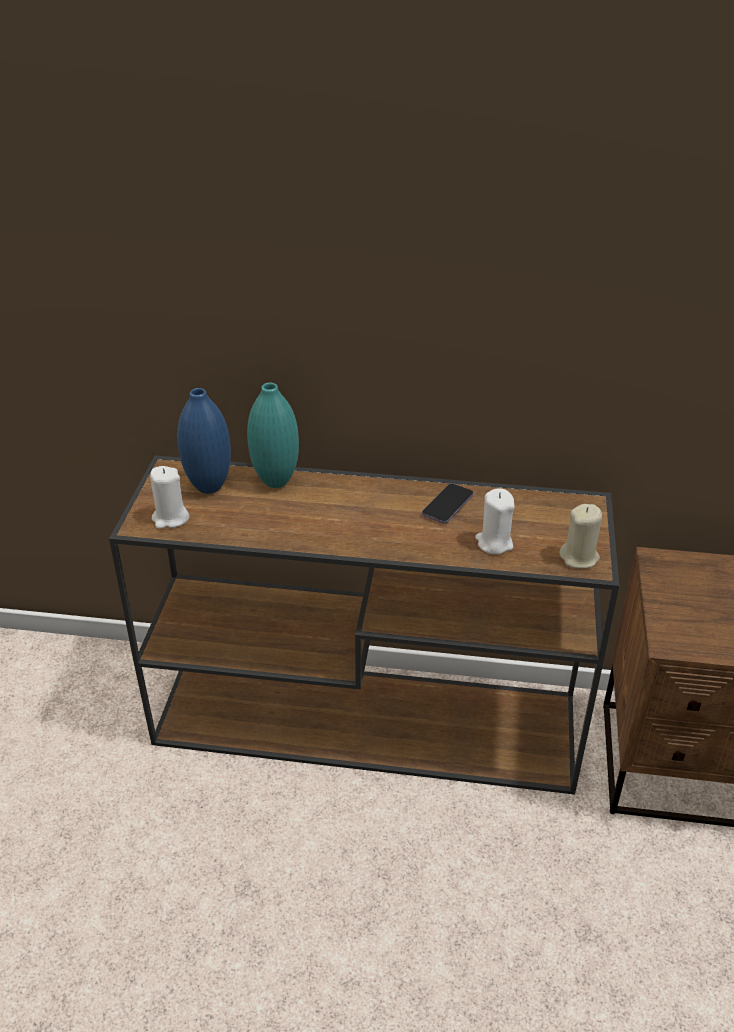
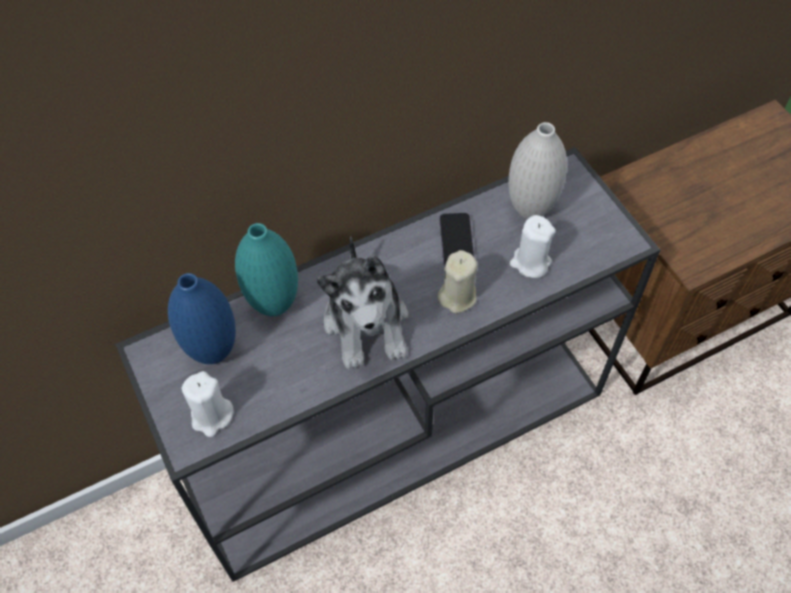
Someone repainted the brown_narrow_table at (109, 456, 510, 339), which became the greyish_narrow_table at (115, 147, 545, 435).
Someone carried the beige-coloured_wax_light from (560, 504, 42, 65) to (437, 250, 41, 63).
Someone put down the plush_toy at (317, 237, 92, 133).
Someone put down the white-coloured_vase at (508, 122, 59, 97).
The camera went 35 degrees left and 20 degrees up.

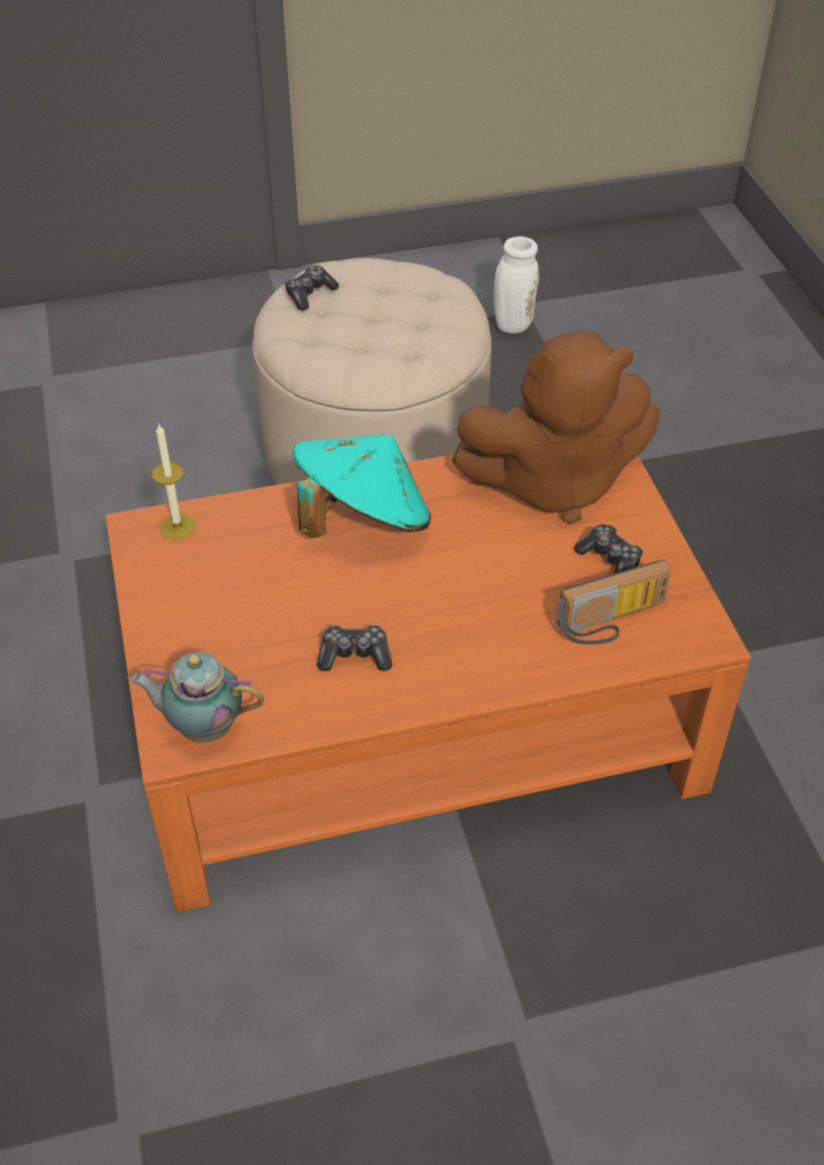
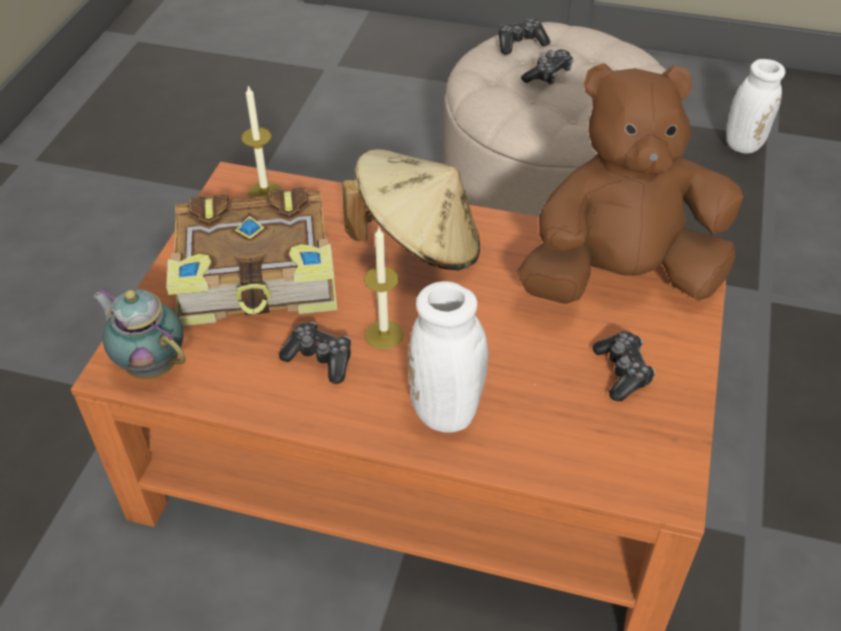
Someone repainted the turquoise-coloured_wearable_hat at (292, 434, 139, 103), which became the beige-coloured_wearable_hat at (342, 149, 138, 122).
Someone rotated the brown_plush_toy at (452, 332, 208, 192) by 150 degrees clockwise.
Someone took away the radio_set at (557, 560, 114, 84).
Someone put down the book at (166, 188, 171, 138).
Someone put down the wax_light at (364, 227, 40, 122).
Someone put down the white-coloured_vase at (408, 281, 129, 152).
Someone put down the gamepad at (521, 50, 53, 35).
The camera went 30 degrees right and 0 degrees up.

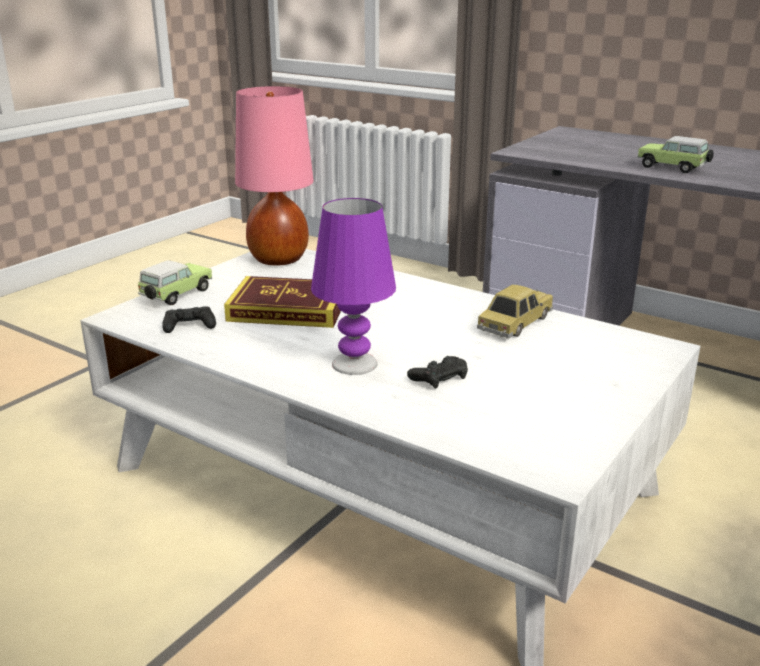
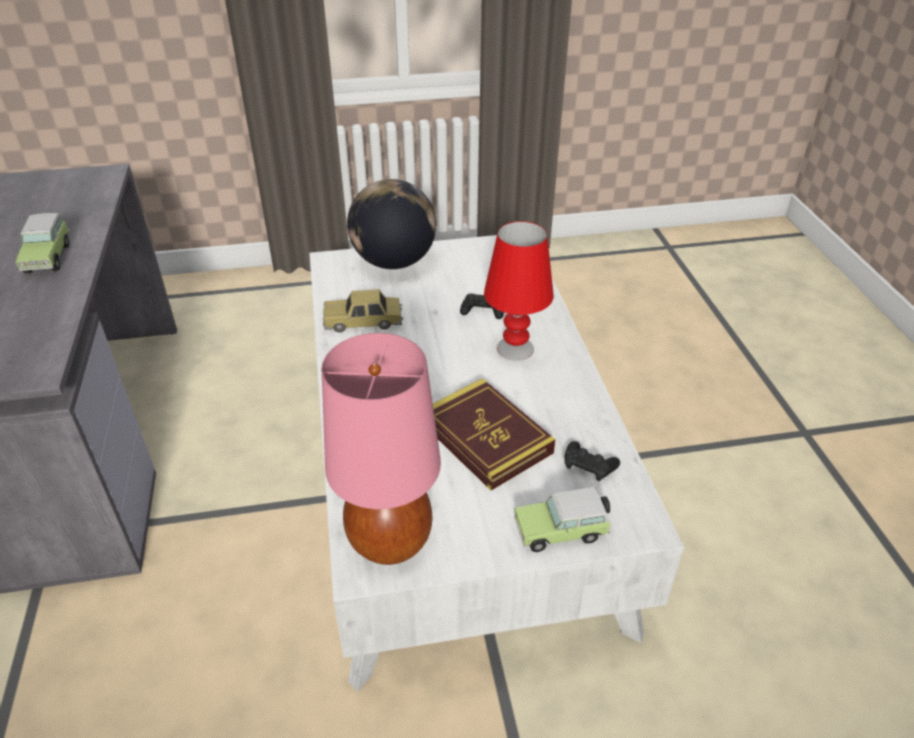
Someone repainted the purplish_lamp_for_a_table at (311, 198, 85, 177), which became the reddish_lamp_for_a_table at (484, 221, 70, 140).
Someone put down the globe at (347, 179, 89, 90).
The camera went 135 degrees left and 15 degrees up.

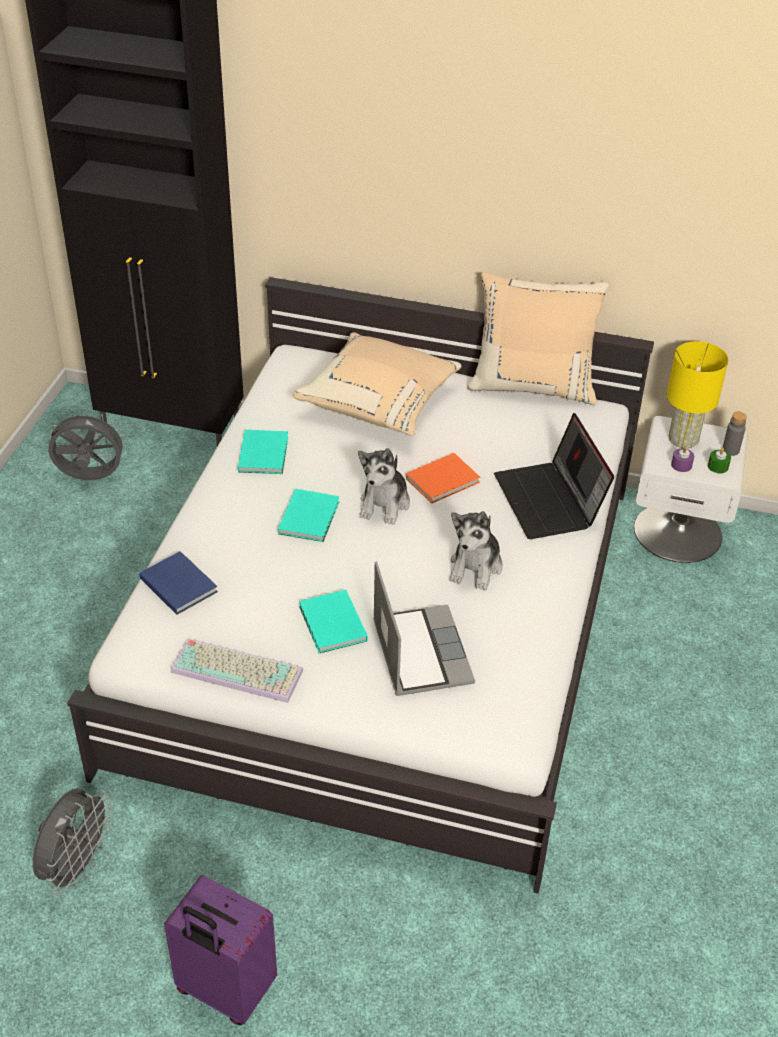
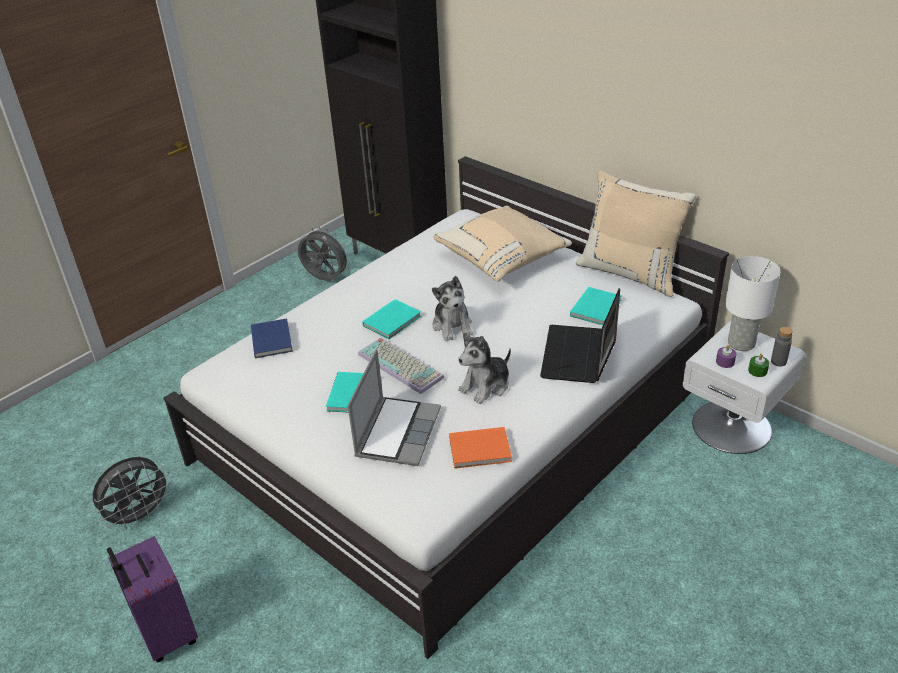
Someone carried the PC_keyboard from (171, 638, 132, 65) to (358, 338, 86, 56).
Someone carried the turquoise-coloured_book from (238, 430, 50, 44) to (570, 287, 52, 38).
Someone rotated the plush_toy at (358, 448, 52, 77) by 60 degrees counterclockwise.
Someone carried the orangey_book from (406, 453, 74, 51) to (449, 427, 63, 42).
Someone repainted the yellow_lamp_for_a_table at (667, 341, 61, 107), which became the white-coloured_lamp_for_a_table at (725, 256, 55, 95).
The camera went 30 degrees right and 5 degrees down.

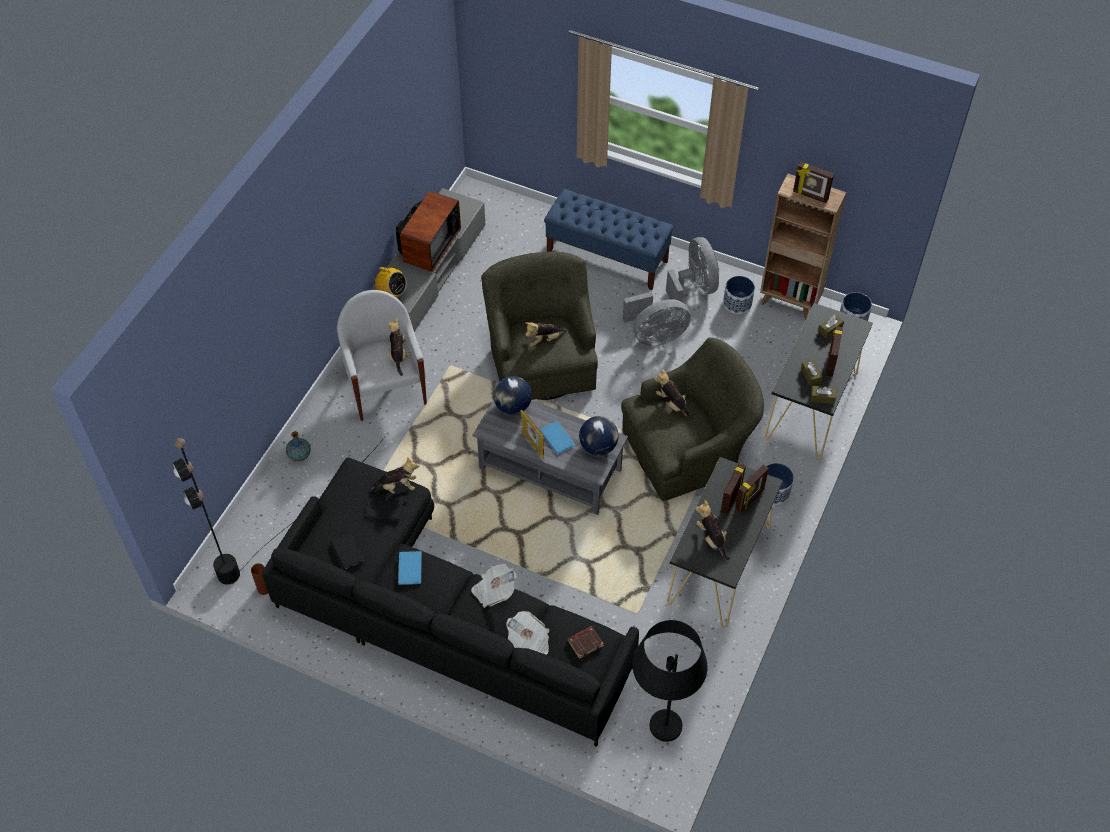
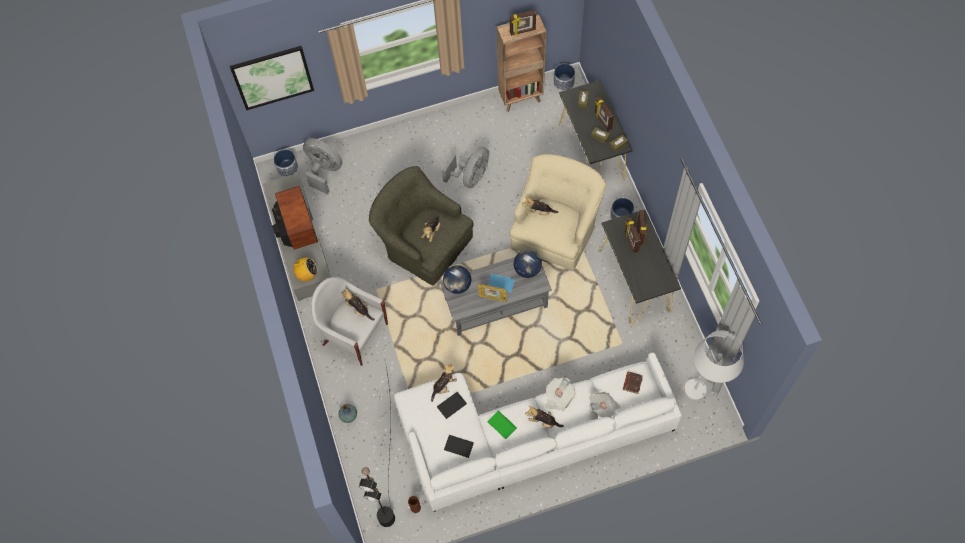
Someone repainted the black-coloured_couch at (262, 458, 377, 289), which became the white-coloured_couch at (394, 352, 288, 160).
Someone repainted the blue-coloured_book at (398, 551, 24, 34), which became the greenish_book at (488, 411, 29, 28).
Someone took away the blue-coloured_bench at (544, 189, 130, 101).
Someone repainted the greenish_lounge_chair at (621, 337, 143, 164), which became the beige-coloured_lounge_chair at (510, 154, 96, 116).
Someone repainted the black-coloured_floor_lamp at (632, 620, 76, 122), which became the white-coloured_floor_lamp at (684, 330, 60, 70).
Someone carried the greyish_electric_fan from (666, 237, 53, 73) to (303, 138, 39, 56).
Someone carried the plush_toy from (695, 500, 35, 60) to (525, 406, 39, 22).
Someone carried the plant_pot from (723, 276, 32, 38) to (274, 149, 24, 28).
Someone put up the wall_art at (230, 46, 84, 64).
The camera went 40 degrees left and 10 degrees up.

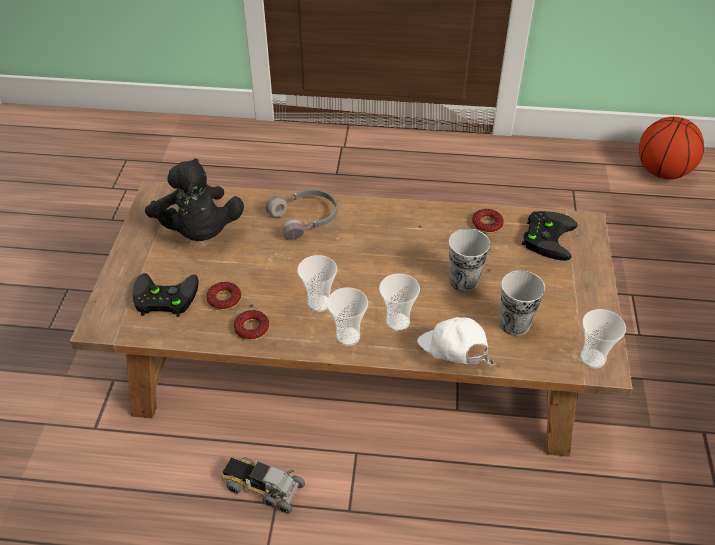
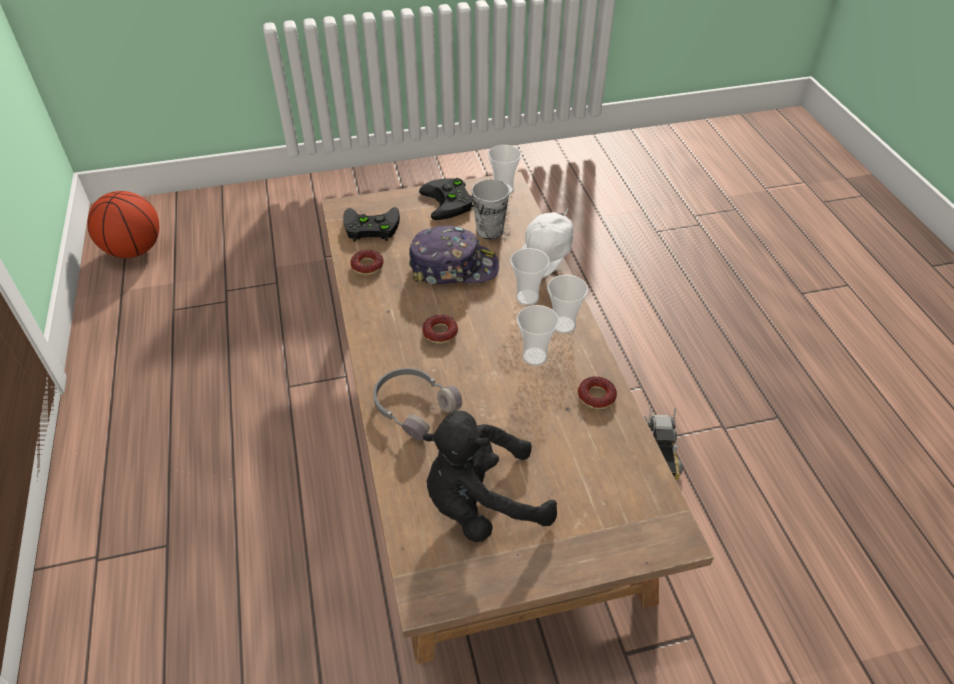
Someone carried the black-coloured_gamepad from (133, 273, 65, 44) to (419, 178, 55, 42).
Someone rotated the black-coloured_plush_toy at (145, 158, 99, 83) by 150 degrees counterclockwise.
Someone carried the doughnut from (206, 282, 35, 29) to (422, 315, 36, 29).
Someone swapped the cup at (449, 229, 41, 63) for the cap at (409, 226, 90, 58).
The camera went 110 degrees left and 0 degrees up.

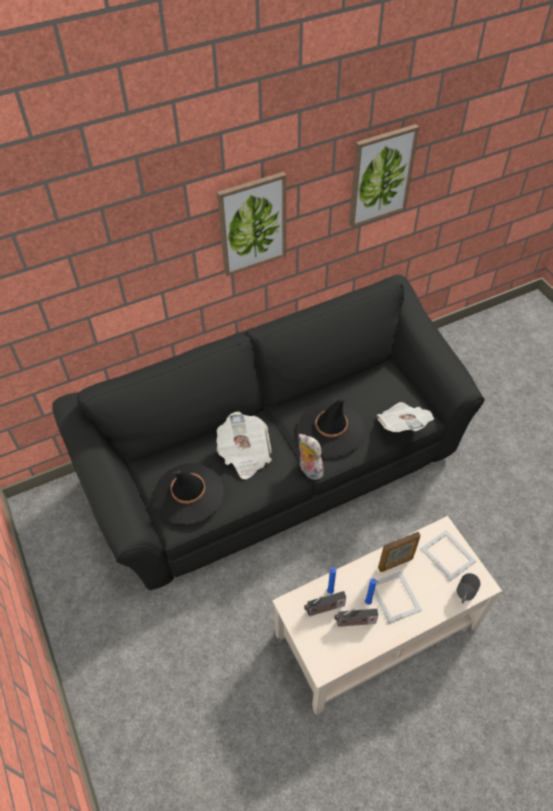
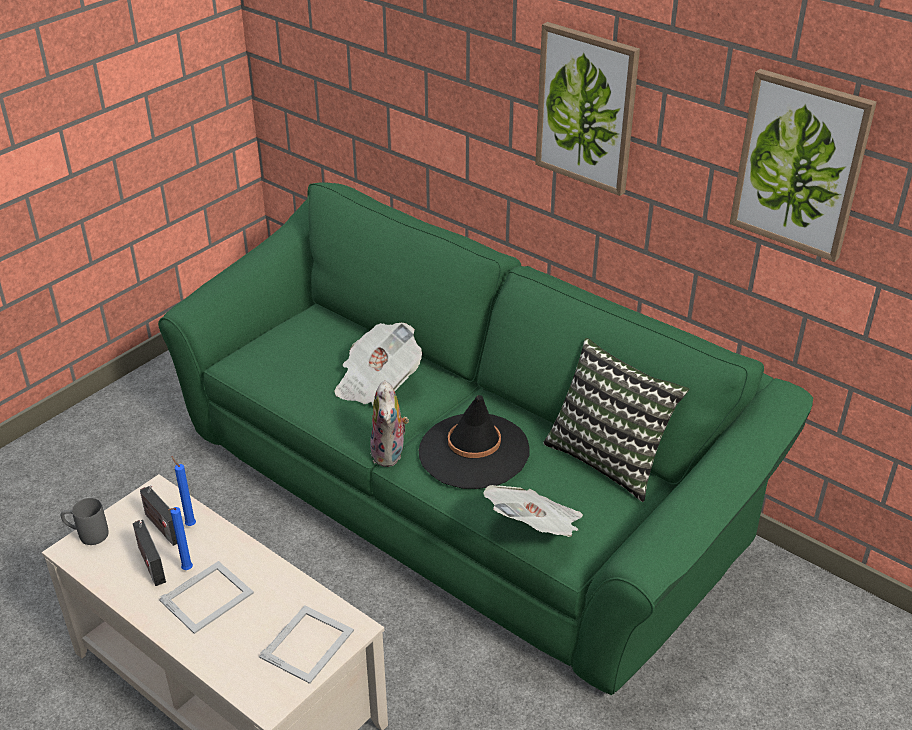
Someone repainted the black-coloured_couch at (52, 275, 433, 315), which became the greenish_couch at (158, 182, 655, 513).
Someone took away the black-coloured_wearable_hat at (153, 463, 71, 61).
Someone rotated the plush_toy at (298, 434, 28, 46) by 150 degrees clockwise.
Someone took away the picture_frame at (378, 532, 43, 40).
Someone carried the greyish_tea_mug from (457, 573, 24, 30) to (61, 498, 48, 47).
Someone put down the pillow at (543, 338, 146, 164).
The camera went 65 degrees right and 15 degrees down.

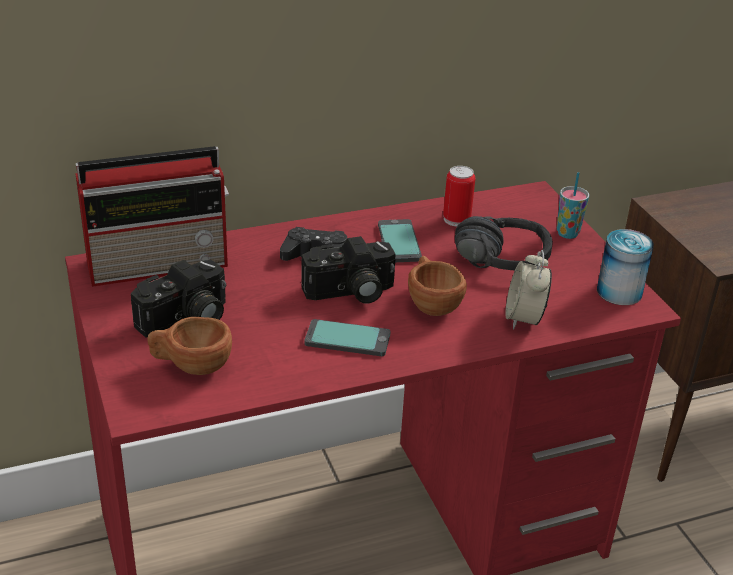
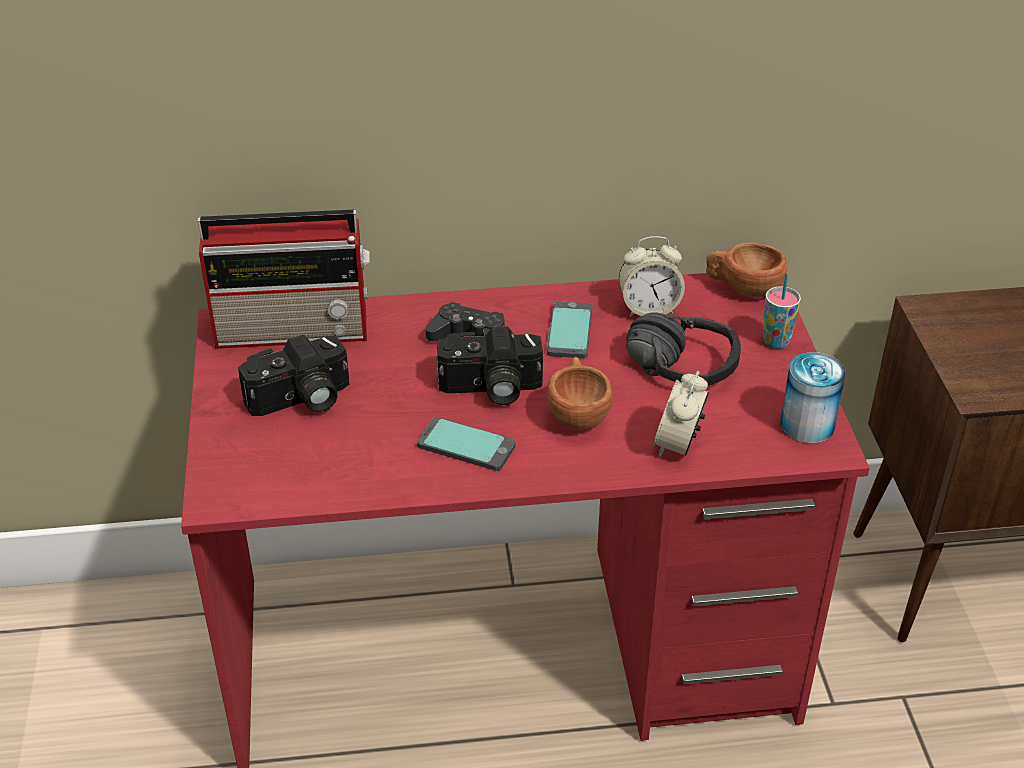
Someone carried the brown_cup from (148, 317, 84, 58) to (706, 242, 81, 56).
Someone swapped the sealed_can at (443, 166, 32, 61) for the alarm_clock at (619, 236, 66, 81).
The camera went 15 degrees right and 5 degrees up.

